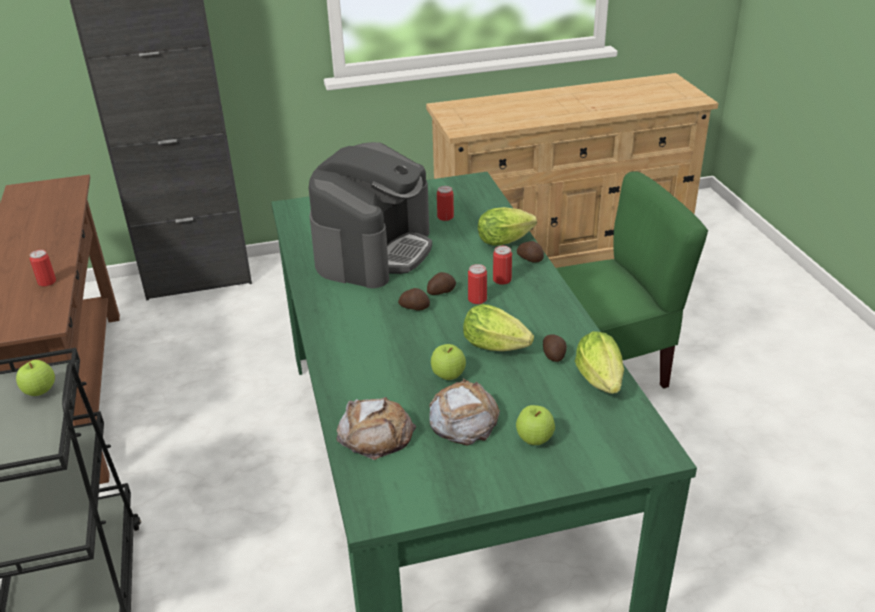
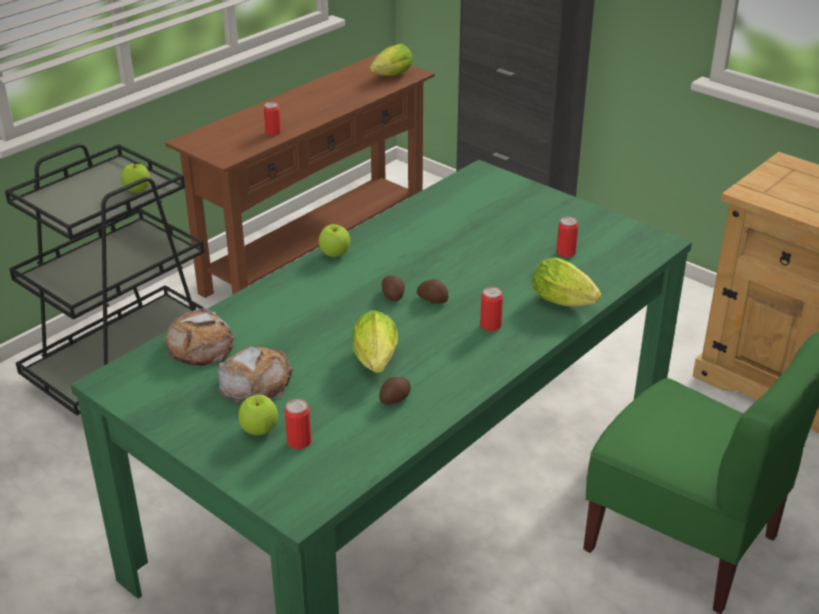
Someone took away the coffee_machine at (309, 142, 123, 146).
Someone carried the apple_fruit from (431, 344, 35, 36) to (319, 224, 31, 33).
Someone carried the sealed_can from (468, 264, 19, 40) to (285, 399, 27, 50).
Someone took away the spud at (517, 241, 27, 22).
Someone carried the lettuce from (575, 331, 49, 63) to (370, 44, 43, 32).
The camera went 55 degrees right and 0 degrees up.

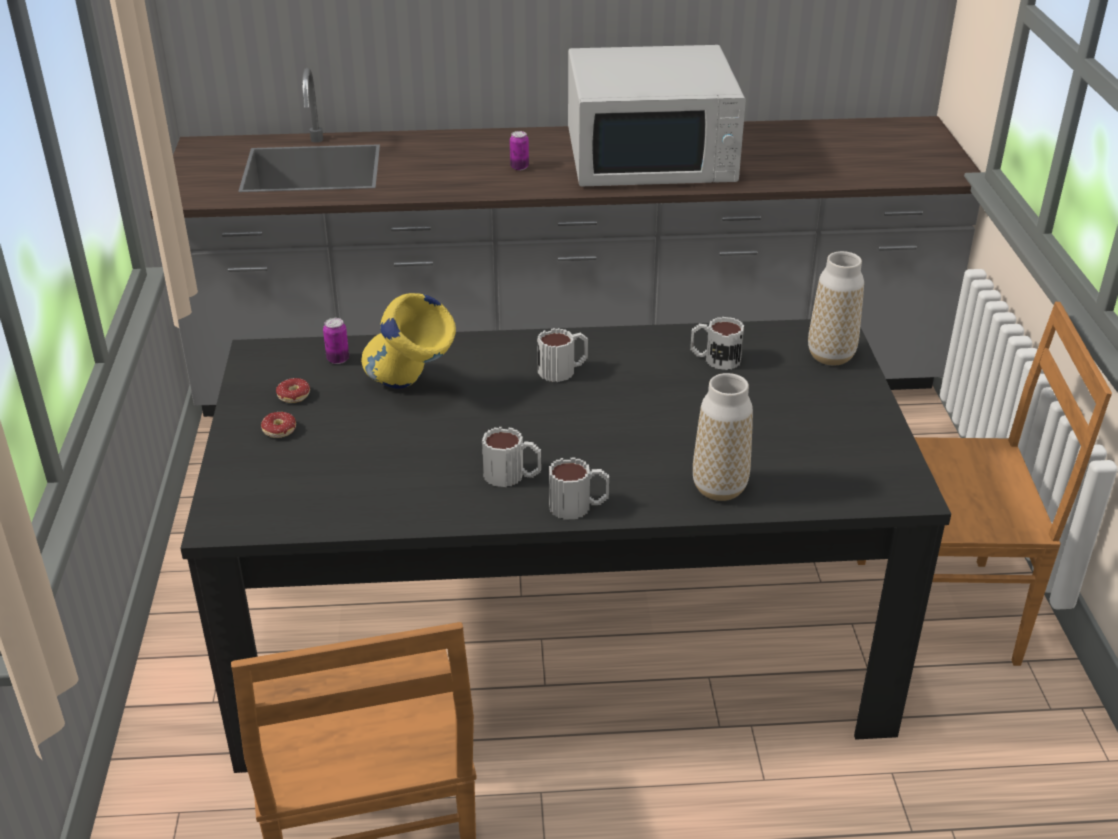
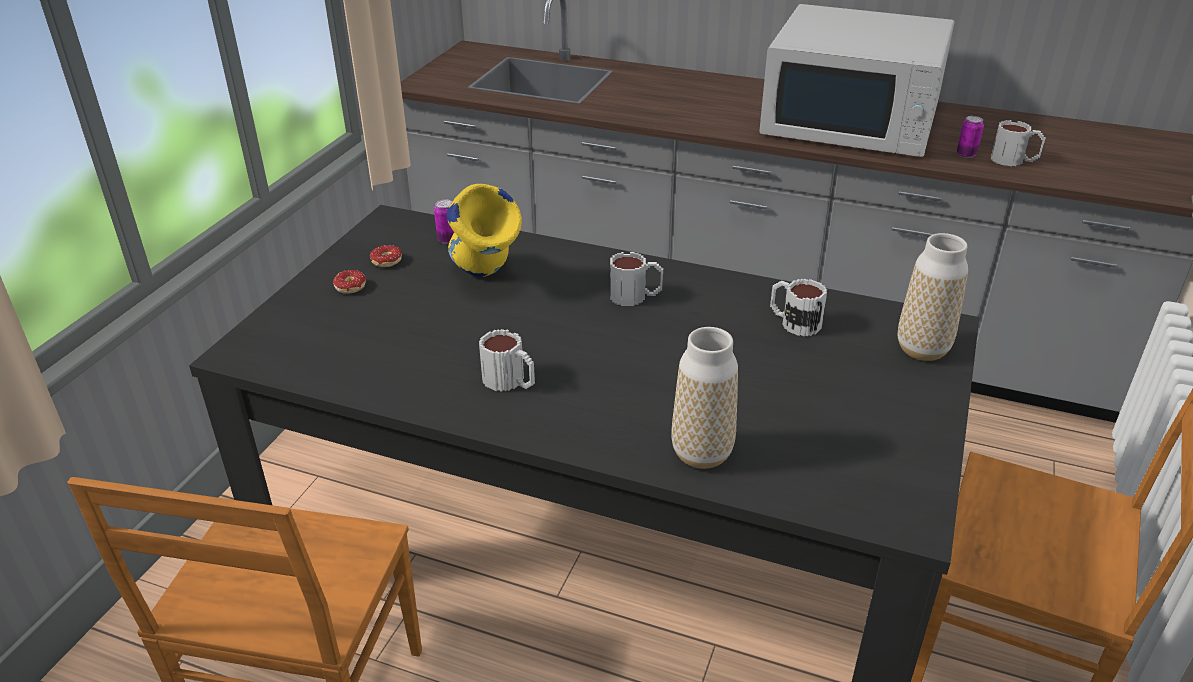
Someone carried the sealed_can from (510, 131, 19, 39) to (957, 116, 27, 42).
Someone carried the tea_mug from (549, 457, 60, 63) to (991, 120, 54, 46).
The camera went 25 degrees right and 0 degrees up.

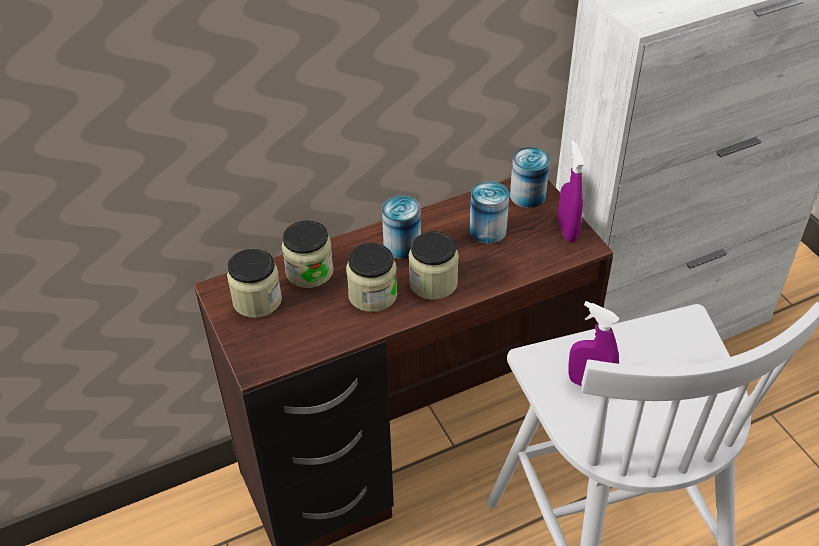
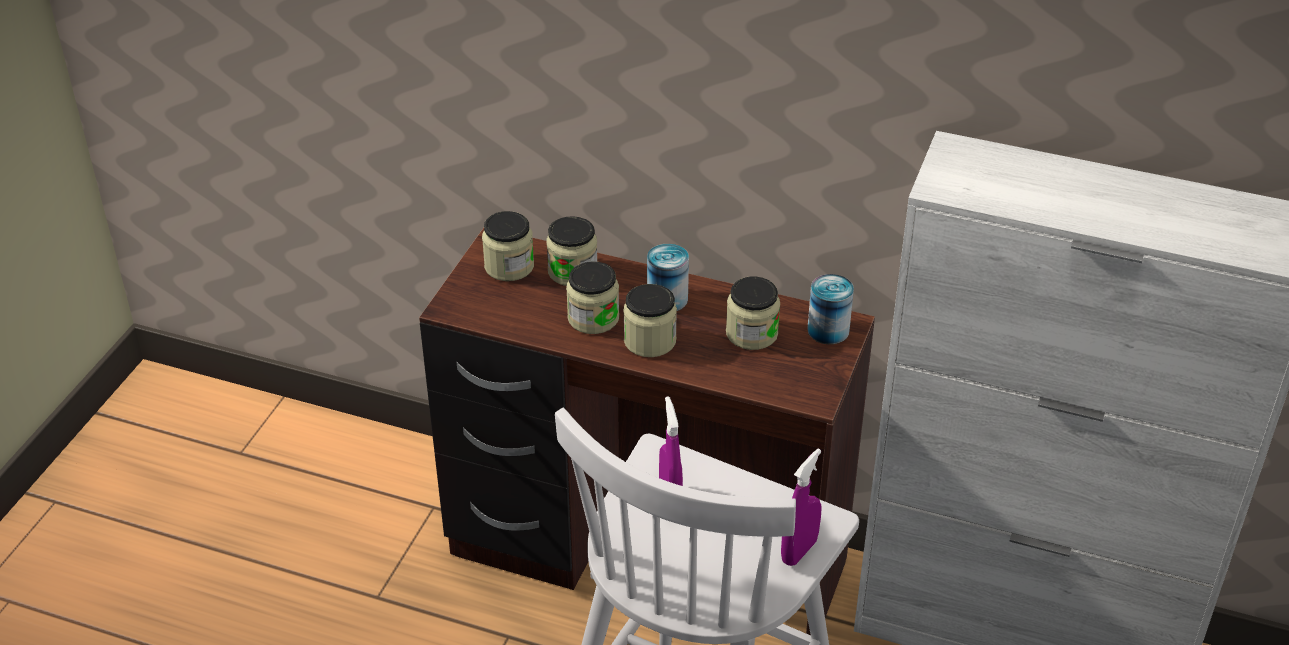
Someone swapped the sealed_can at (469, 181, 40, 63) for the jar at (726, 276, 54, 74).
Someone carried the purplish_hand_sprayer from (558, 141, 27, 101) to (781, 448, 41, 118).
The camera went 45 degrees right and 5 degrees down.

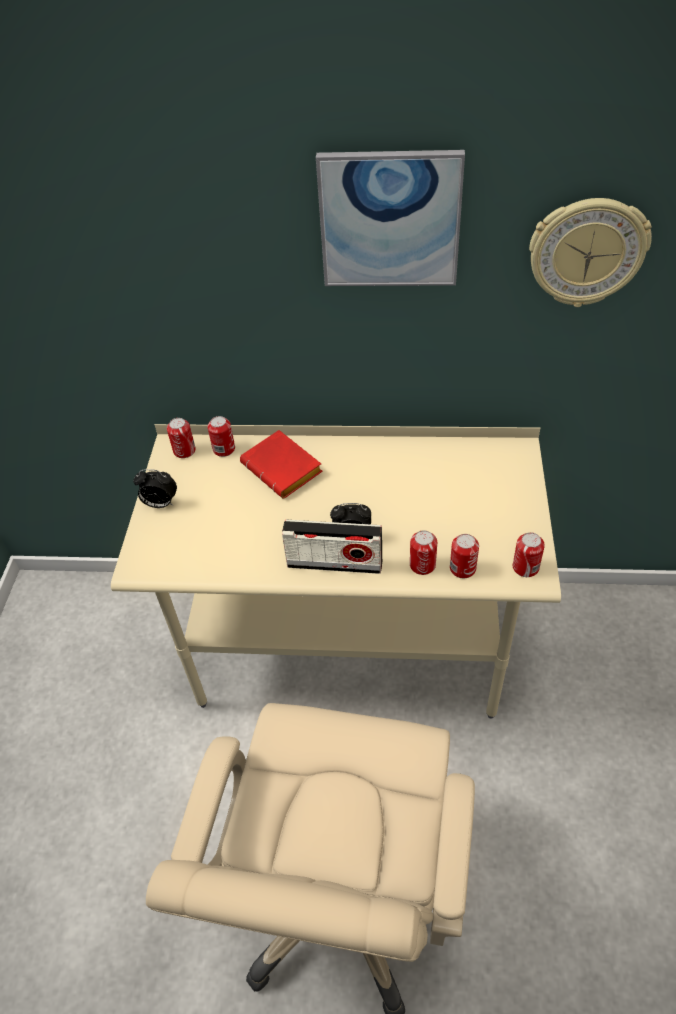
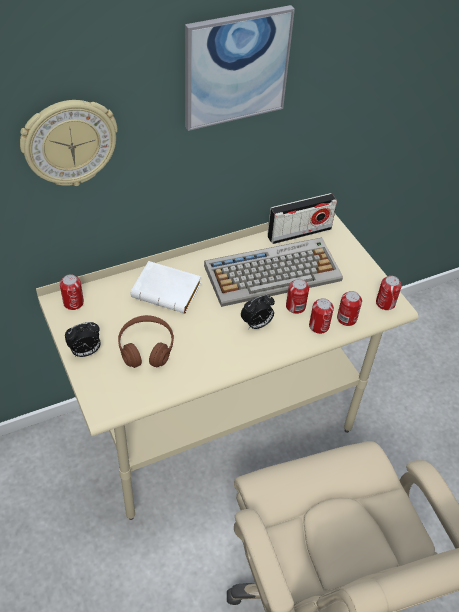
Someone carried the sealed_can from (207, 416, 28, 41) to (286, 279, 23, 35).
Someone repainted the reddish_book at (240, 430, 83, 69), which became the white-coloured_book at (131, 261, 70, 53).
Someone carried the radio_set from (282, 520, 100, 54) to (267, 193, 70, 51).
Someone carried the wall_clock from (529, 198, 123, 109) to (20, 100, 98, 86).
Someone put down the brown_headphones at (118, 315, 56, 53).
Someone put down the PC_keyboard at (204, 238, 139, 69).
The camera went 35 degrees left and 0 degrees up.

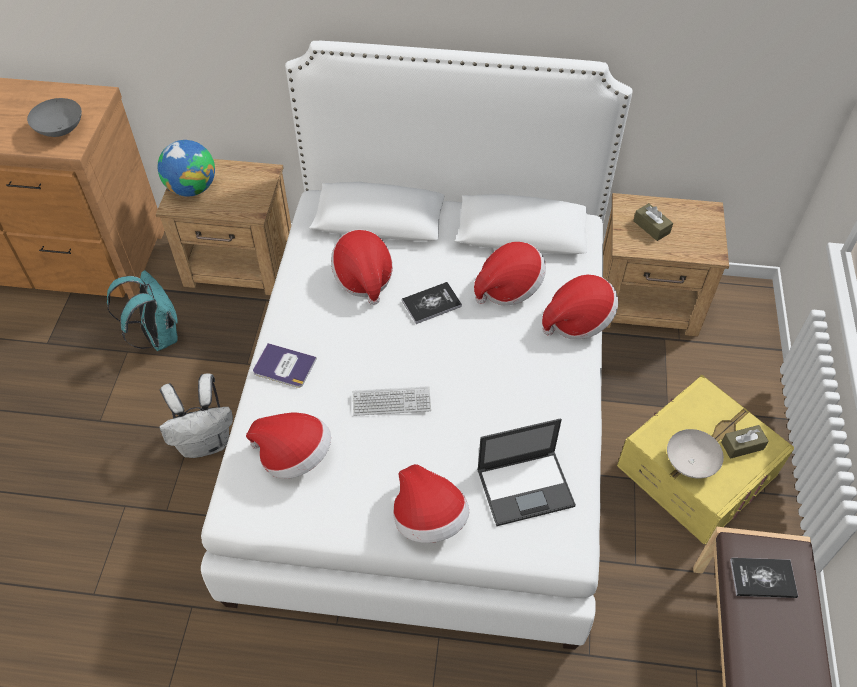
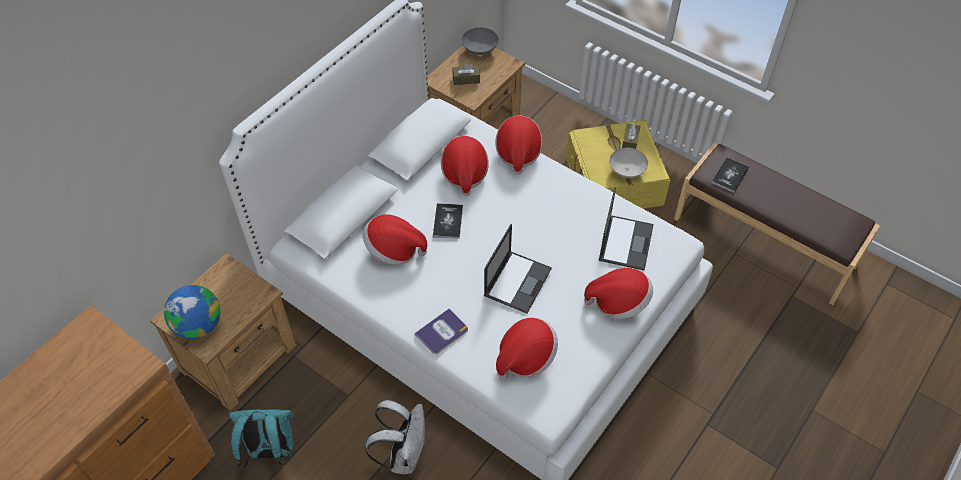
Someone carried the greyish_bowl from (27, 98, 55, 39) to (462, 27, 36, 28).
Someone swapped the PC_keyboard at (353, 386, 78, 30) for the notebook_computer at (484, 224, 68, 90).
The camera went 60 degrees left and 0 degrees up.

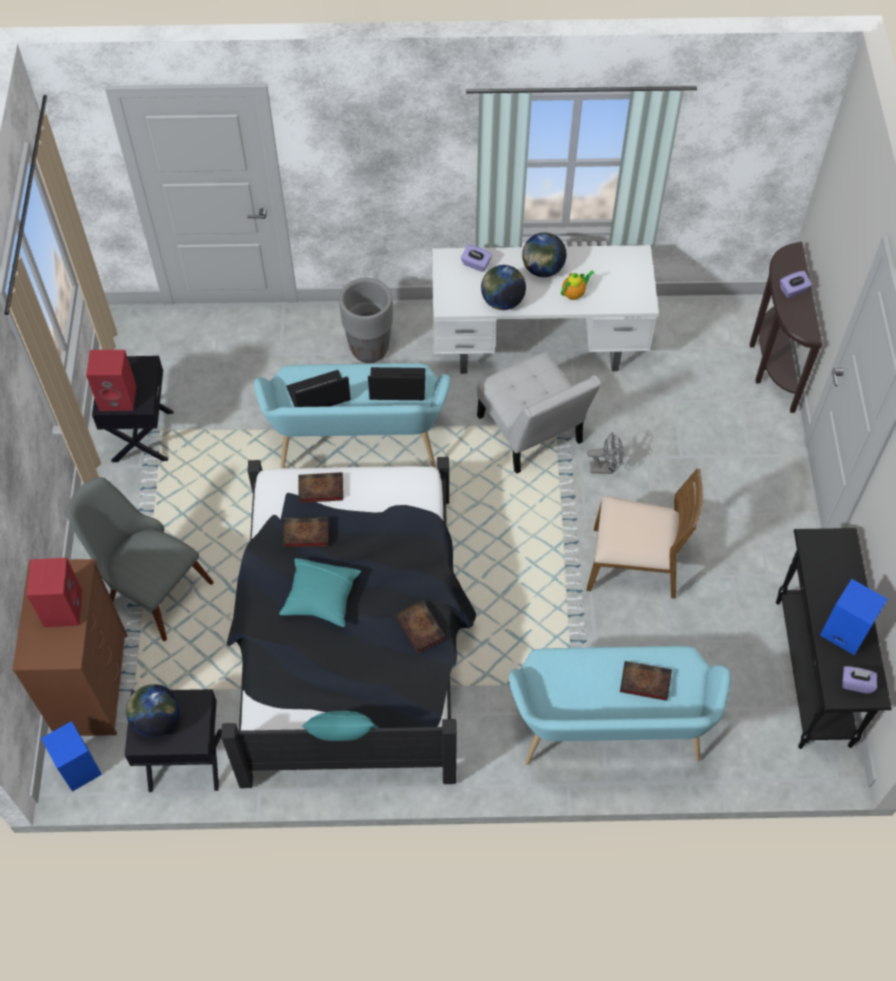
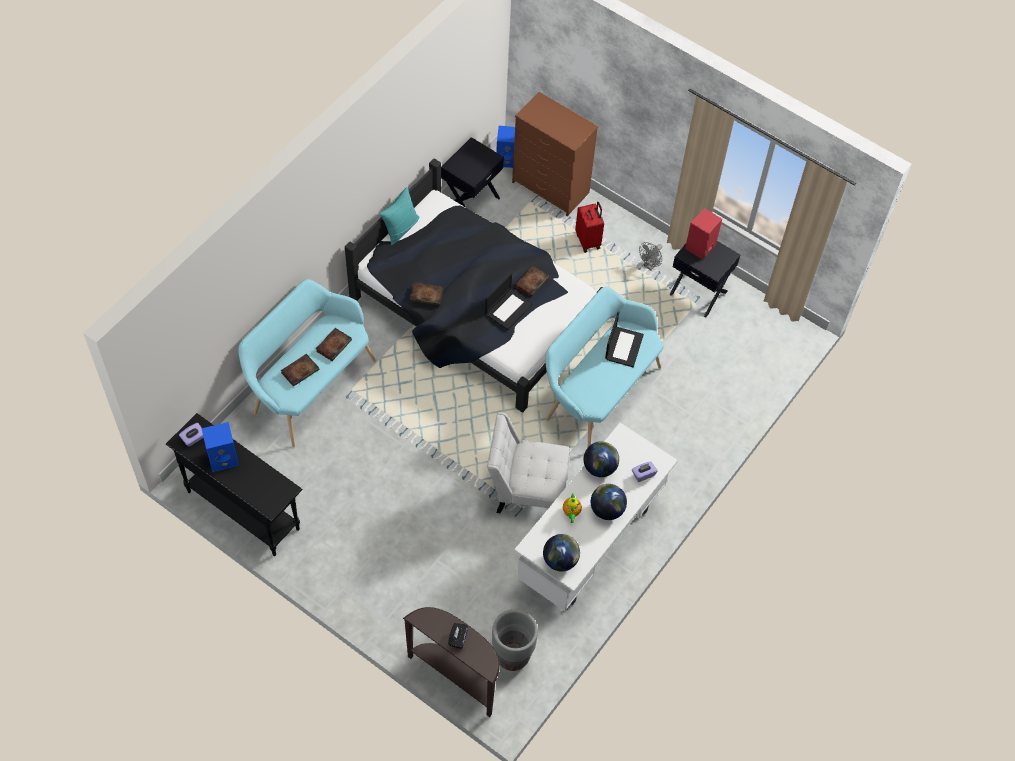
Someone took away the reddish_loudspeaker at (27, 558, 55, 69).
Someone swapped the greyish_upright_chair at (67, 477, 147, 164) for the reddish_piece_of_luggage at (575, 202, 29, 51).
Someone carried the globe from (126, 684, 54, 53) to (543, 534, 37, 38).
Someone took away the turquoise-coloured_pillow at (279, 558, 82, 69).
Someone carried the book from (299, 472, 44, 31) to (316, 328, 36, 33).
Someone carried the greyish_plant_pot from (339, 278, 54, 85) to (492, 609, 46, 62).
Someone carried the notebook_computer from (368, 367, 57, 33) to (485, 273, 48, 57).
Someone carried the greyish_electric_fan from (587, 432, 37, 42) to (639, 242, 24, 28).
Someone took away the brown_upright_chair at (587, 469, 116, 130).
Someone repainted the purplish_tissue_holder at (780, 271, 32, 27), which became the black-coloured_tissue_holder at (448, 623, 20, 26).
The camera went 125 degrees right and 0 degrees up.

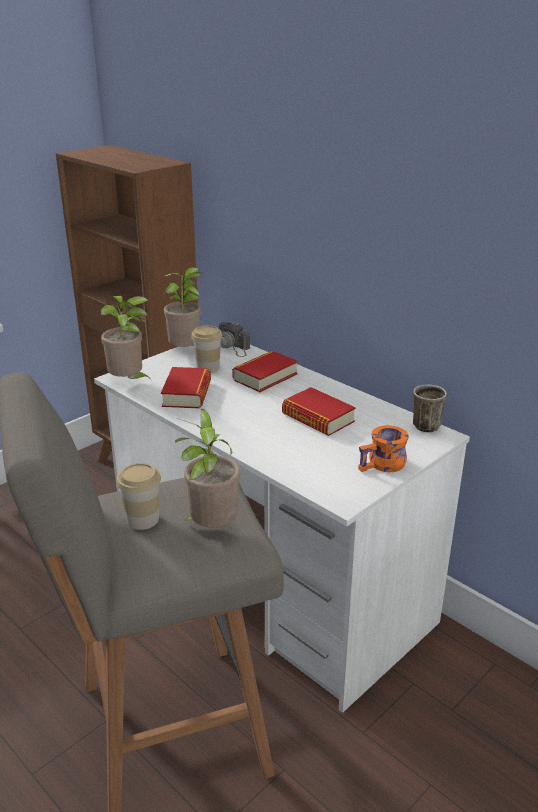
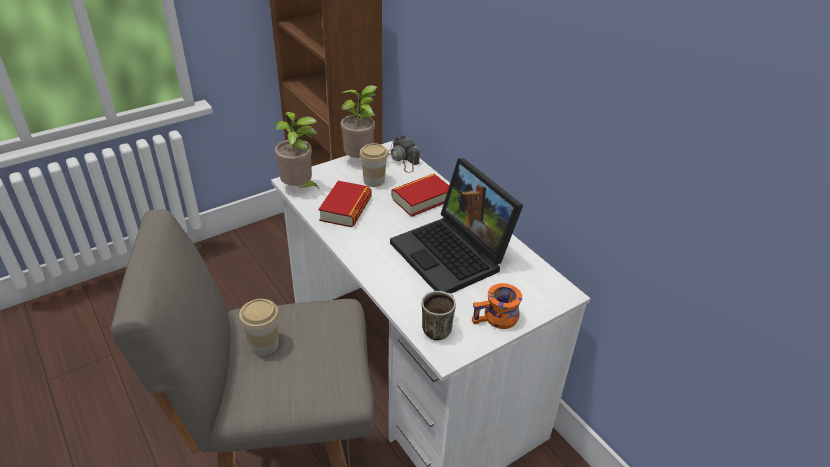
Someone took away the plant_in_a_pot at (175, 409, 65, 119).
Someone swapped the book at (282, 387, 74, 49) for the notebook_computer at (390, 158, 133, 136).
Someone carried the tea_mug from (413, 385, 34, 47) to (422, 291, 34, 50).
The camera went 10 degrees right and 10 degrees up.

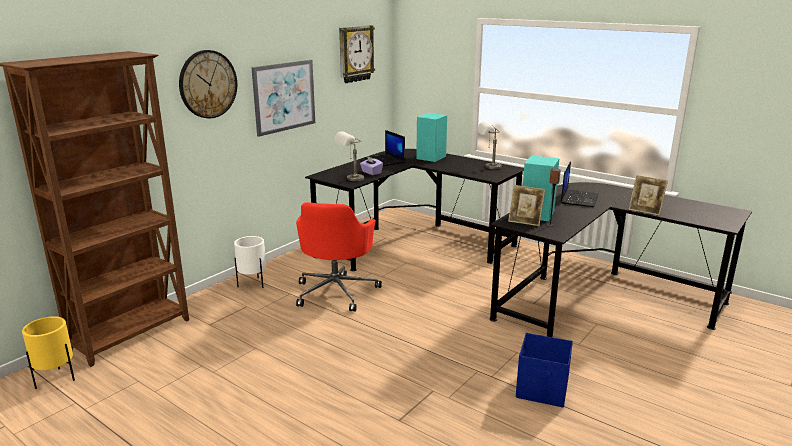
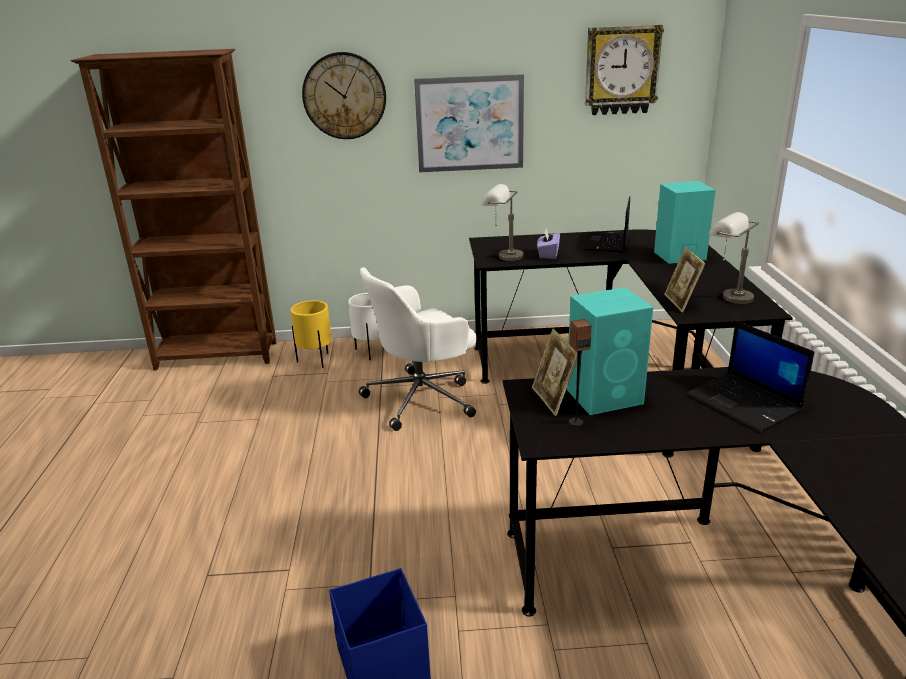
Someone carried the yellow_plant_pot from (22, 316, 53, 73) to (290, 300, 42, 68).
Someone repainted the reddish_computer_chair at (296, 202, 86, 110), which became the white-coloured_computer_chair at (359, 267, 118, 164).
Someone rotated the notebook_computer at (561, 161, 37, 46) by 75 degrees clockwise.
Someone carried the picture_frame from (629, 175, 39, 41) to (664, 247, 41, 65).
The camera went 50 degrees right and 5 degrees up.

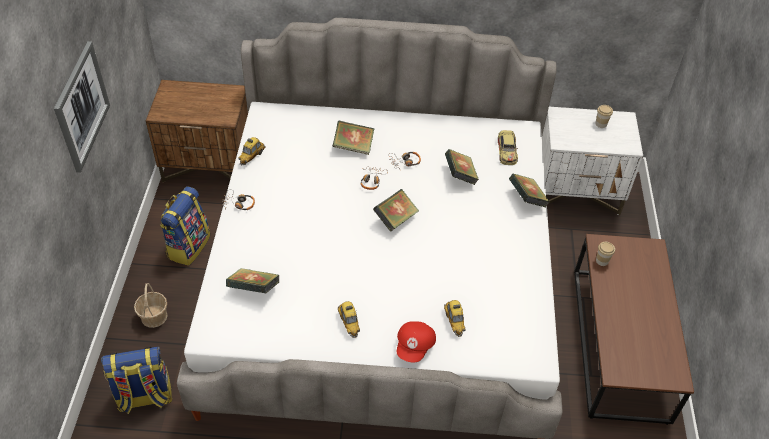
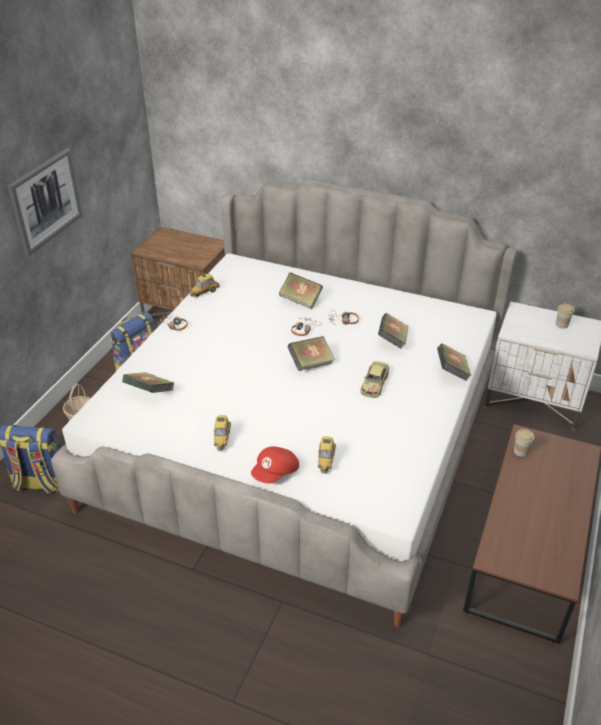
Someone carried the model_car from (498, 130, 20, 35) to (361, 361, 28, 37).
The camera went 20 degrees right and 10 degrees down.

